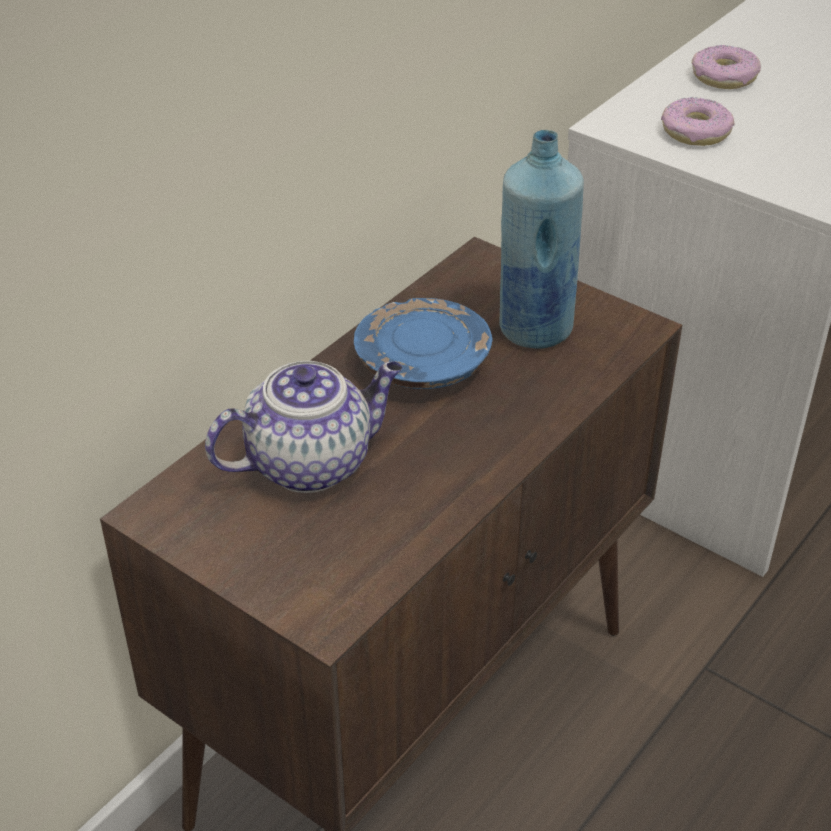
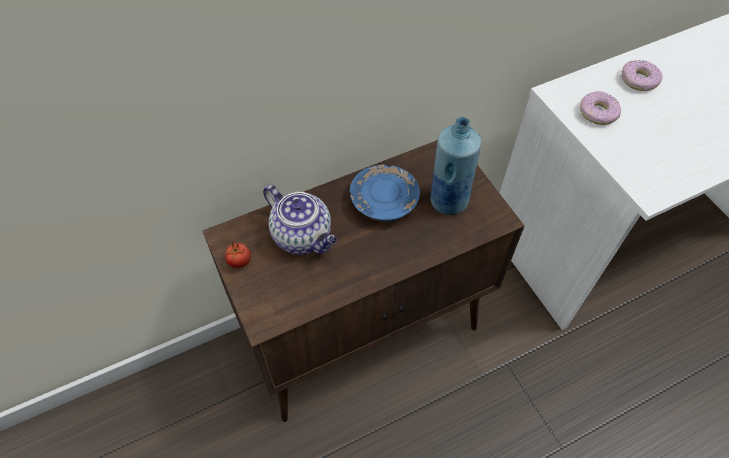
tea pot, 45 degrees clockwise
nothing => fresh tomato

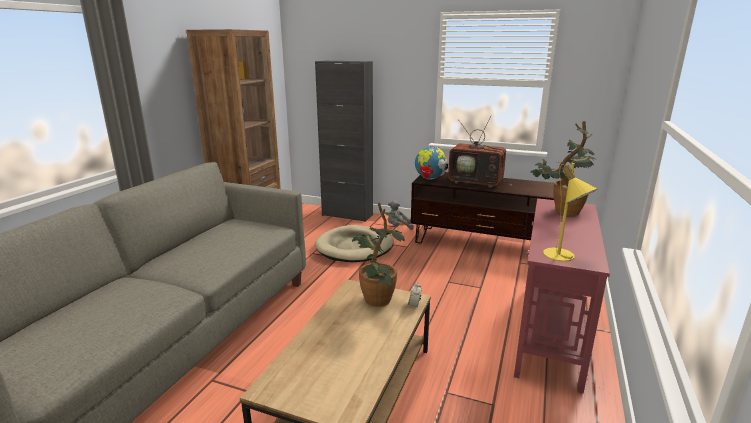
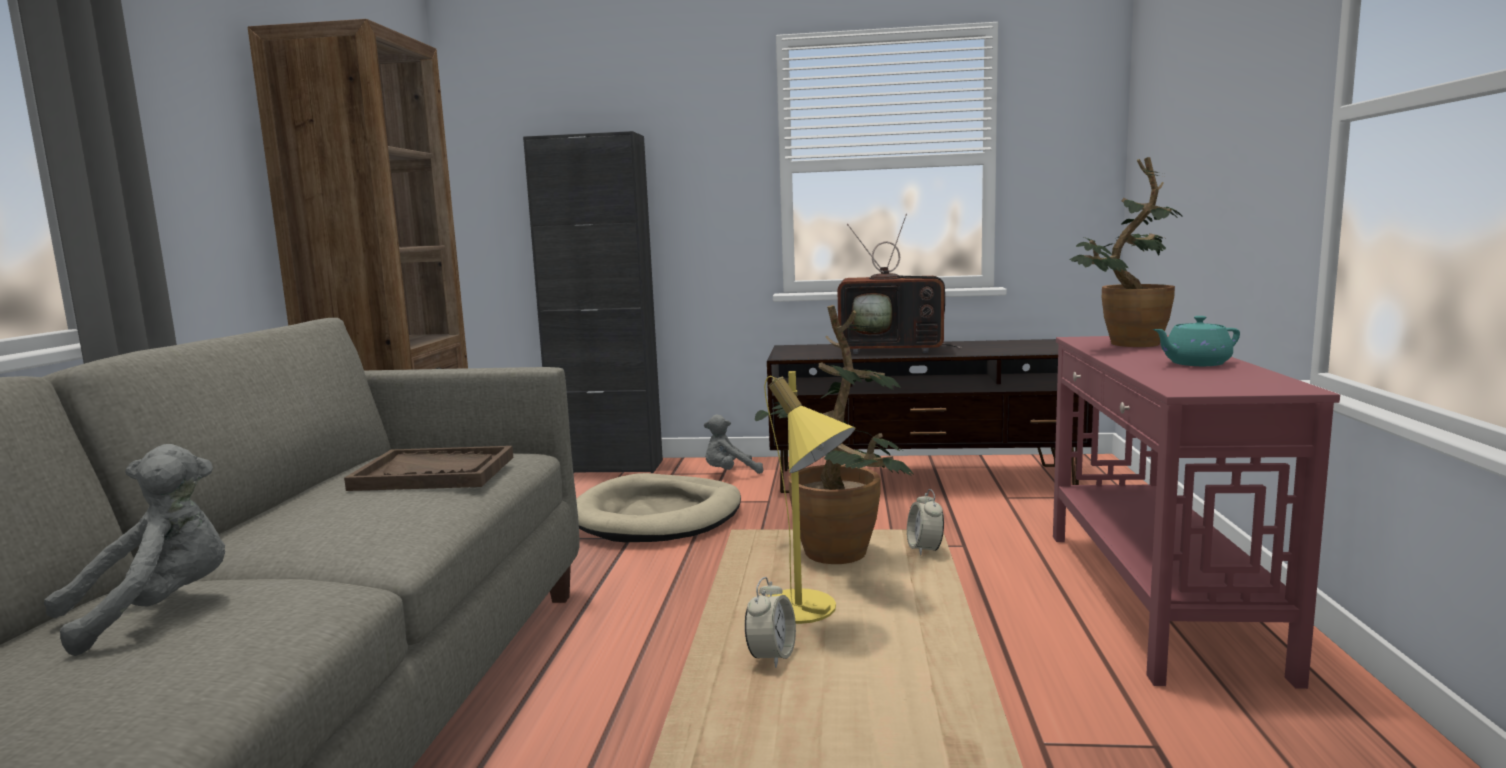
globe => nothing
yellow table lamp, moved
nothing => gray cuddly toy (1st from left)
nothing => brown-coloured tray
nothing => alarm clock (1st from left)
nothing => blue-green tea pot

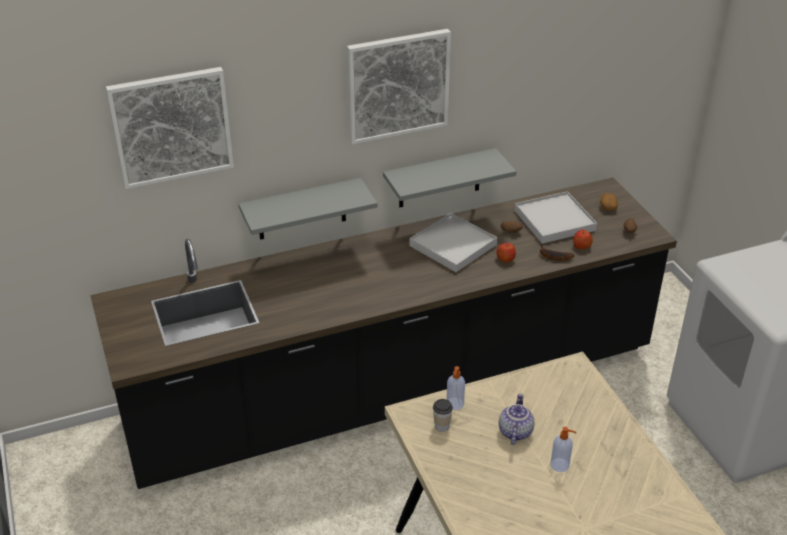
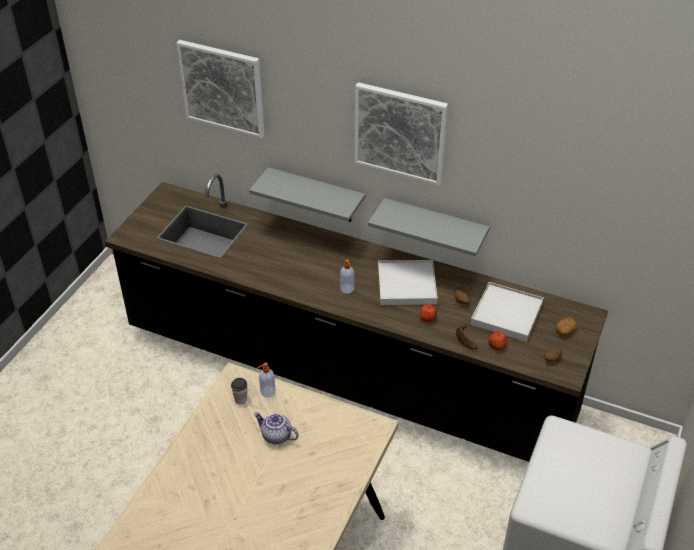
tea pot, 120 degrees counterclockwise
soap bottle (2nd from left), moved

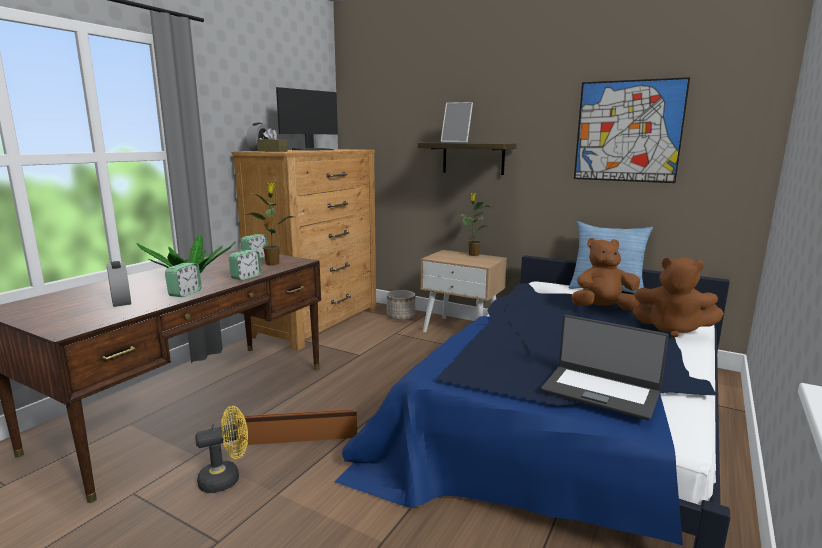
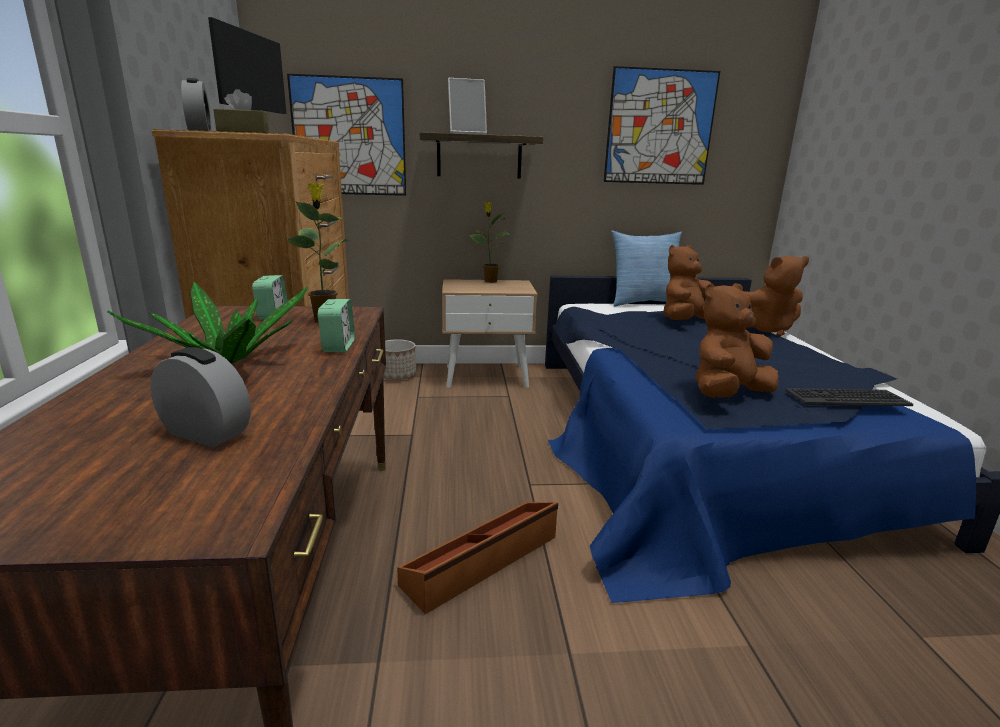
alarm clock (2nd from left) => nothing
yellow cooling fan => nothing
laptop => keyboard
nothing => wall picture (1st from left)
nothing => brown-coloured cuddly toy (2nd from left)

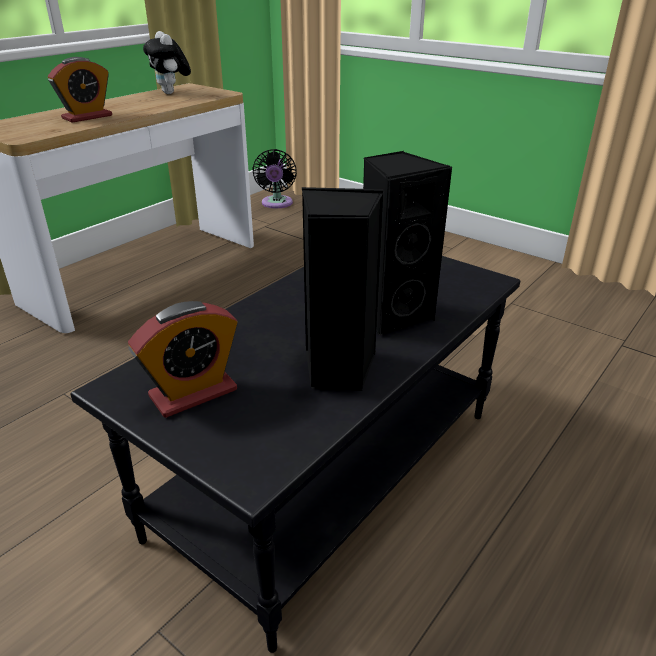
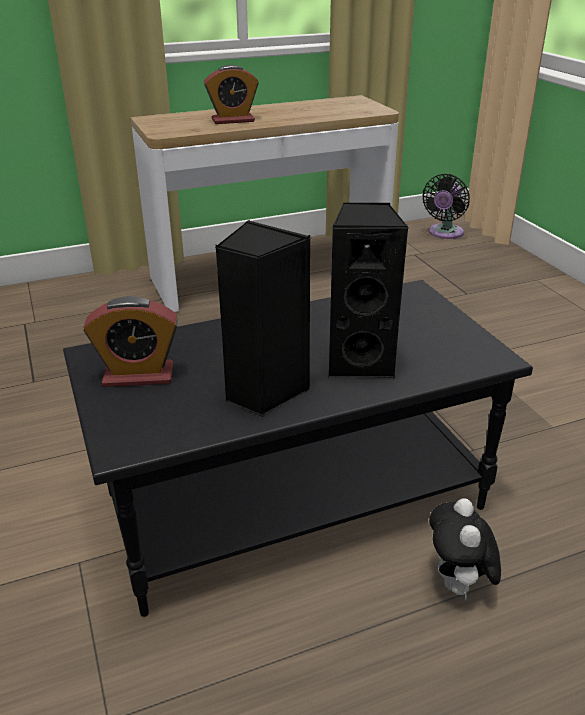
cuddly toy, moved

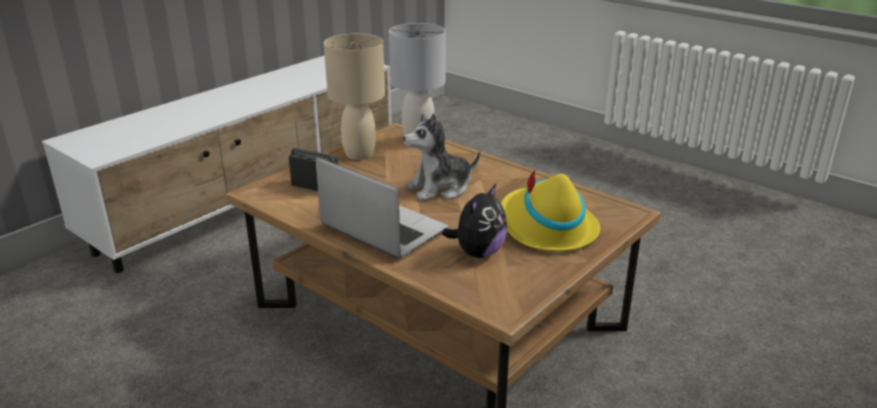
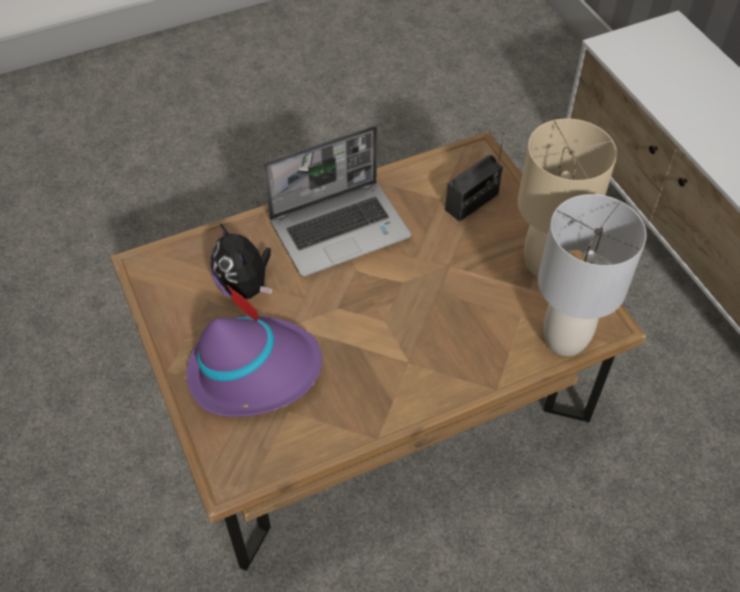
cuddly toy (1st from left) => nothing
yellow hat => purple hat

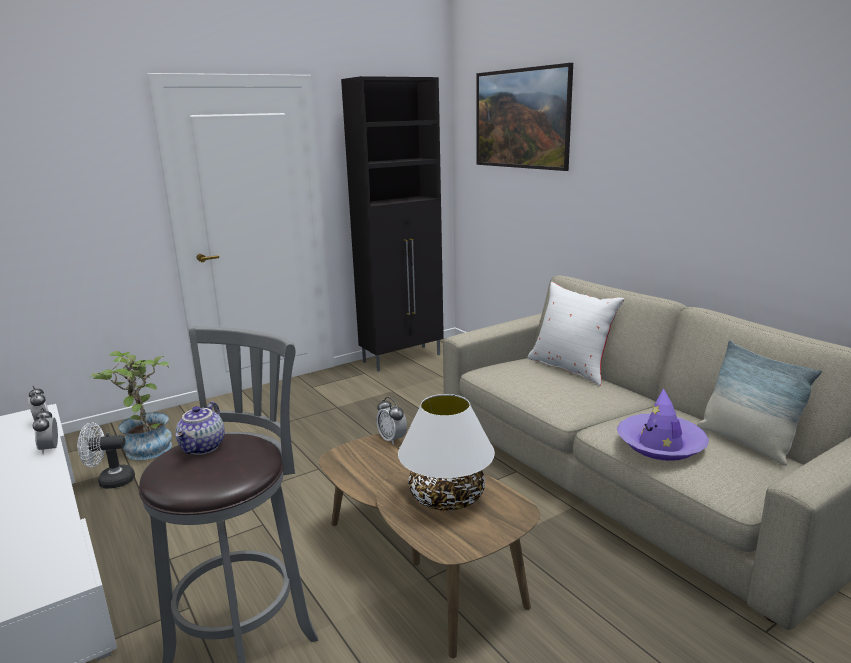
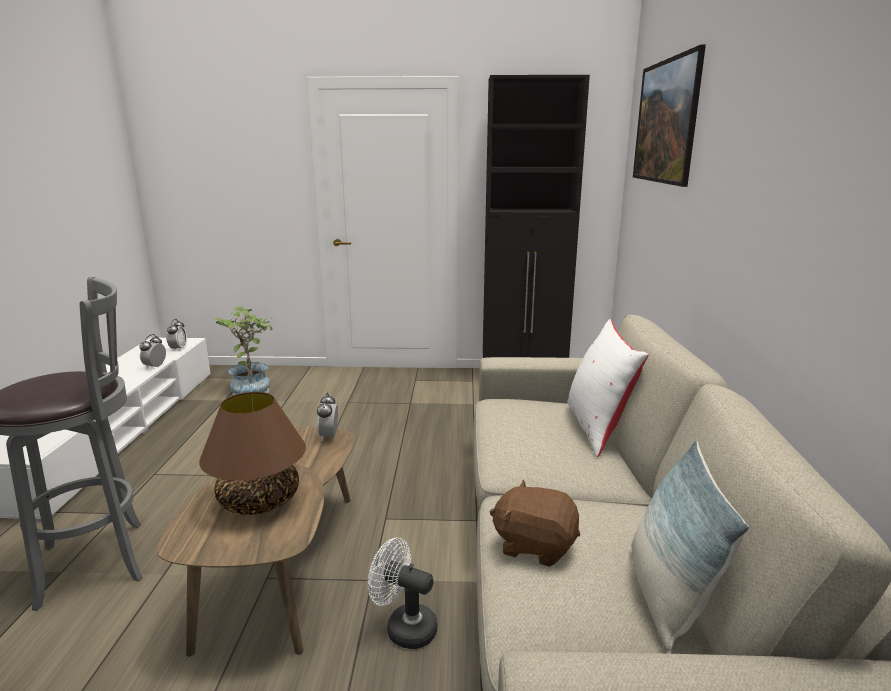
white cooling fan, moved
tea pot => nothing
white table lamp => brown-coloured table lamp
purple hat => brown-coloured cuddly toy

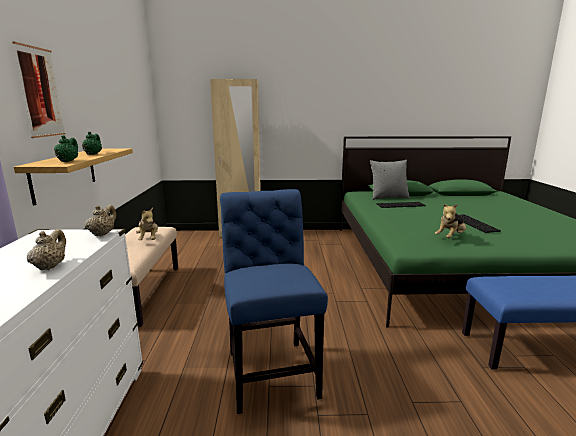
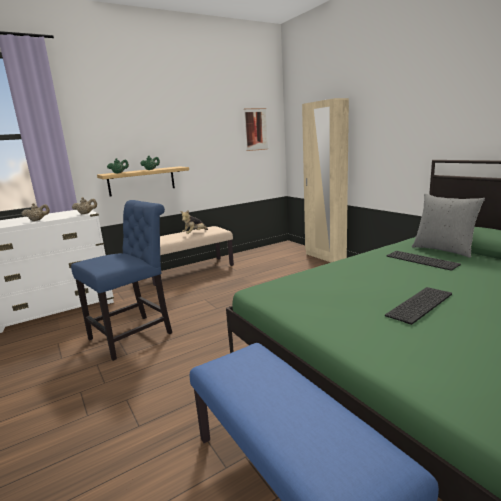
wall picture, moved
cuddly toy (2nd from left) => nothing

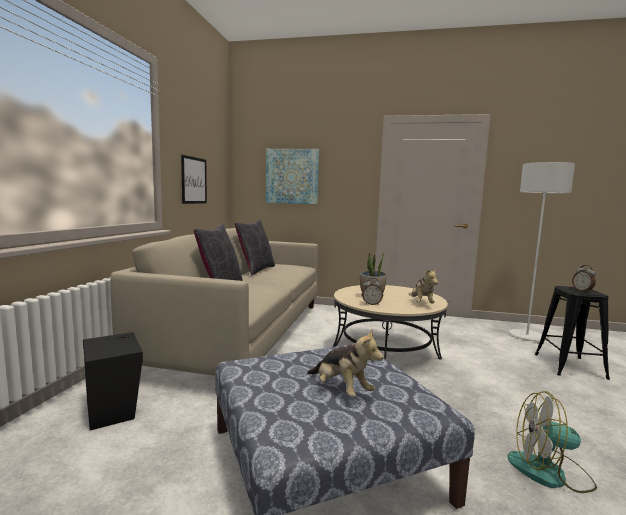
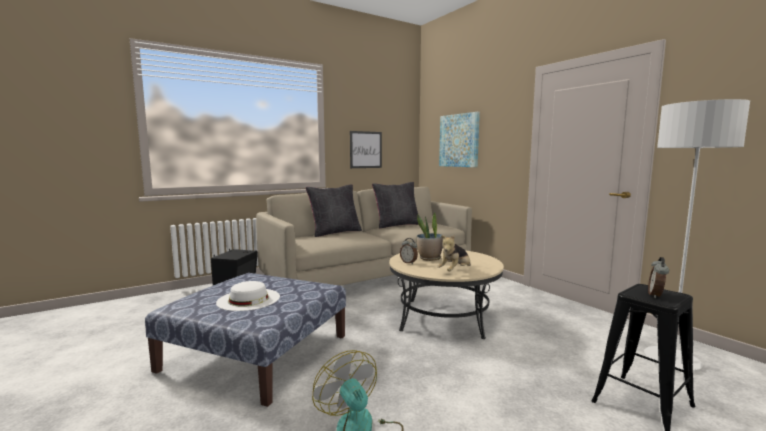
cuddly toy (1st from left) => white hat

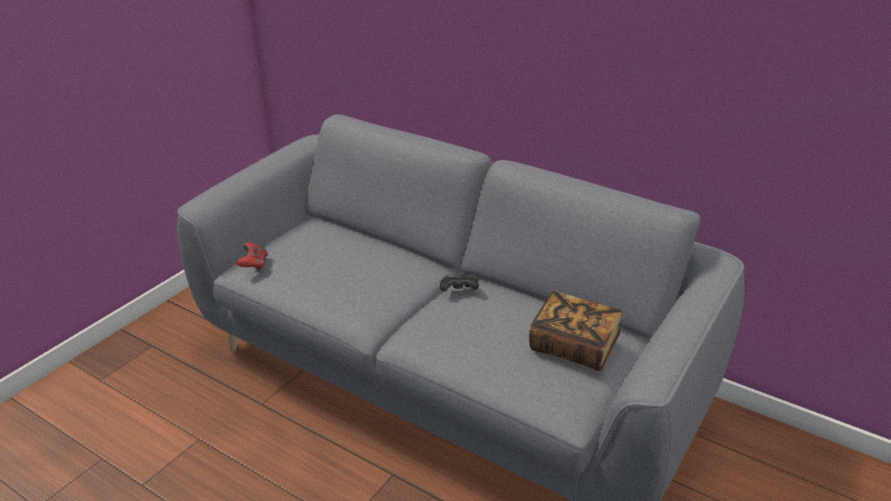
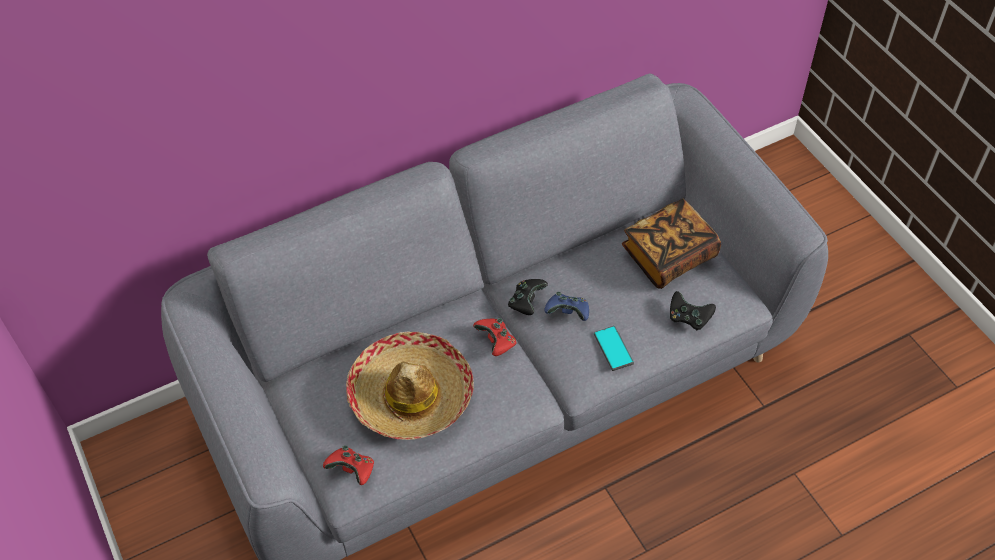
nothing => hat
nothing => red joypad (2nd from left)
nothing => blue-coloured joypad
nothing => handset
nothing => blackish joypad (2nd from left)

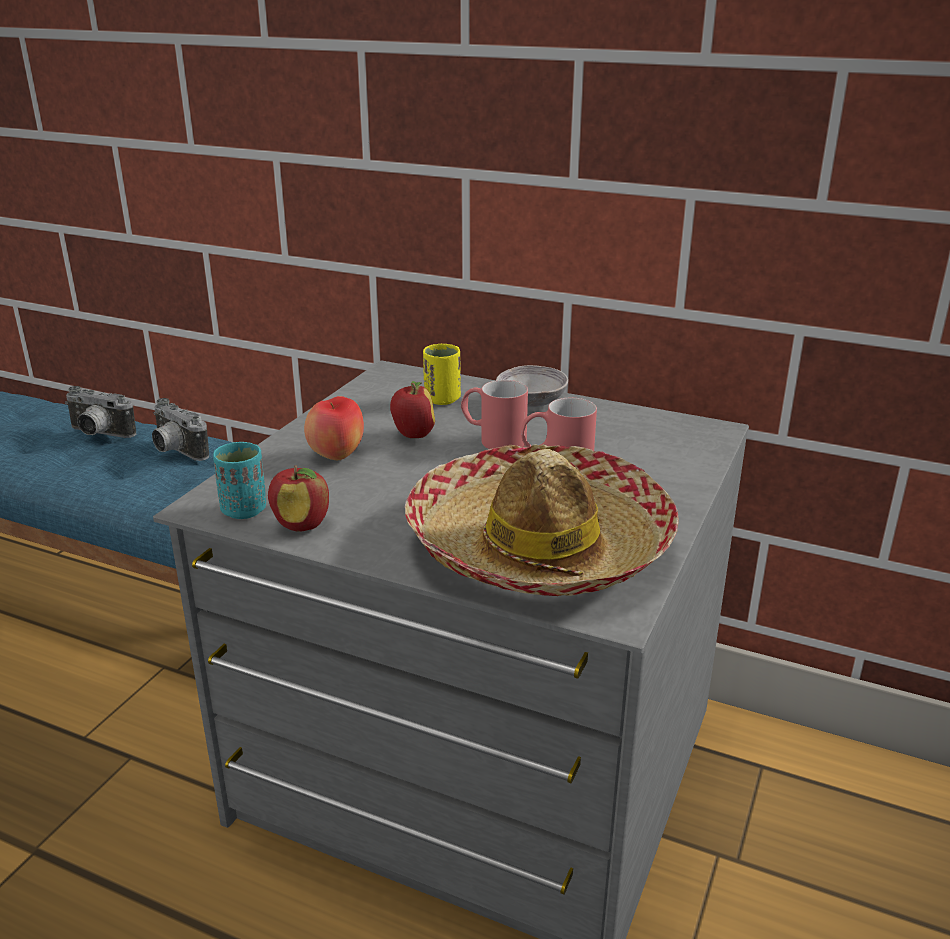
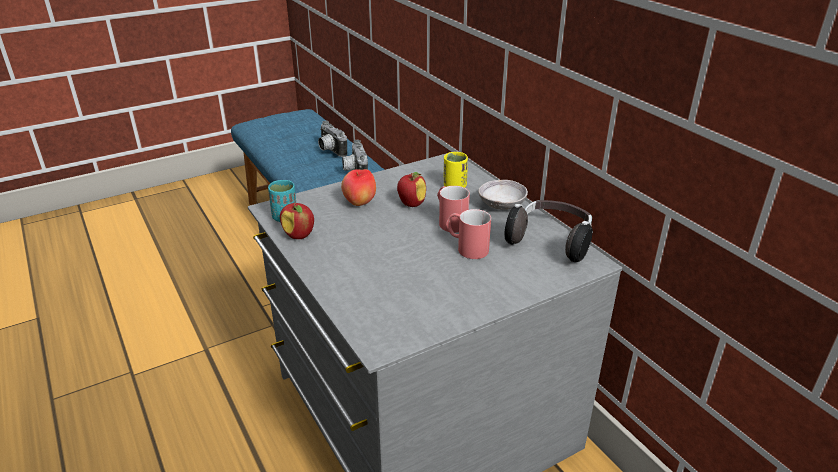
hat => nothing
nothing => headphones

